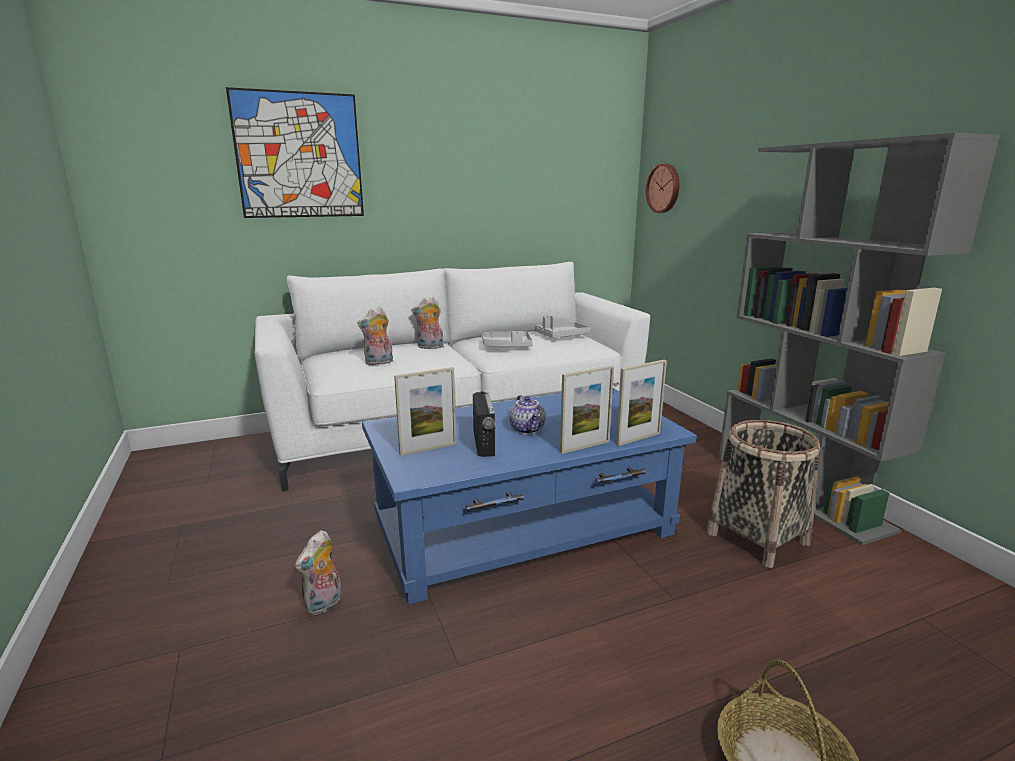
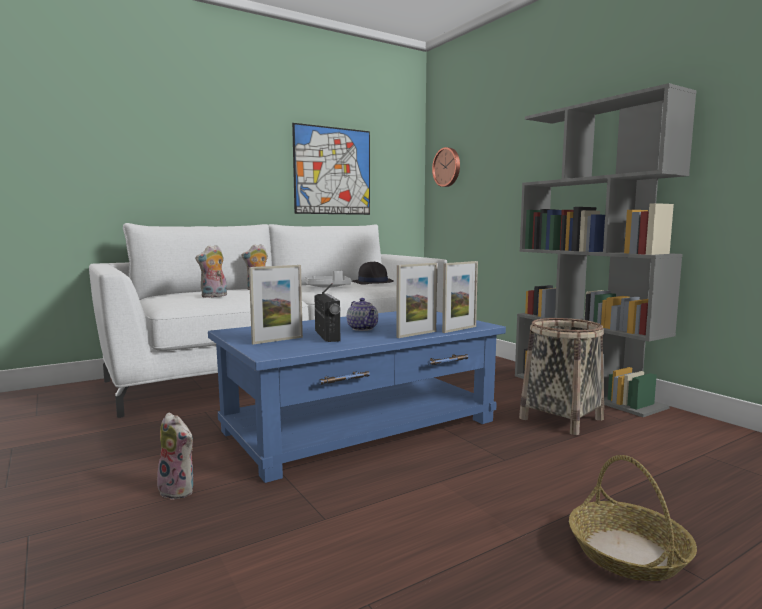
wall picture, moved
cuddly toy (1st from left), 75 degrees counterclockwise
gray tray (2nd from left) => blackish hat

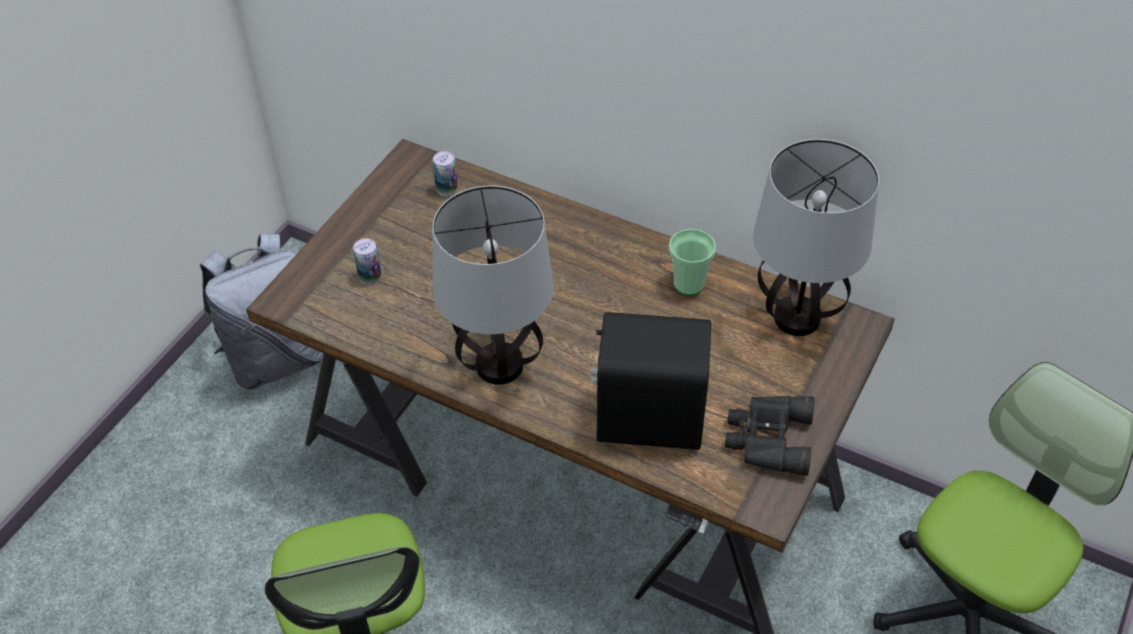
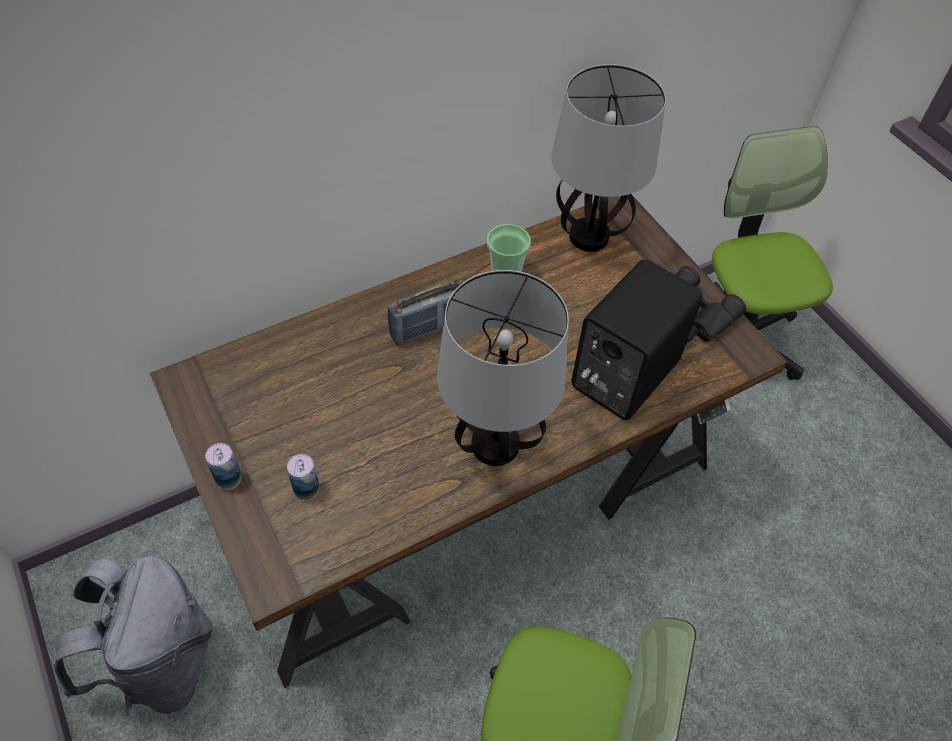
metal can (2nd from left in the first image) => metal can (1st from left), moved
nothing => radio

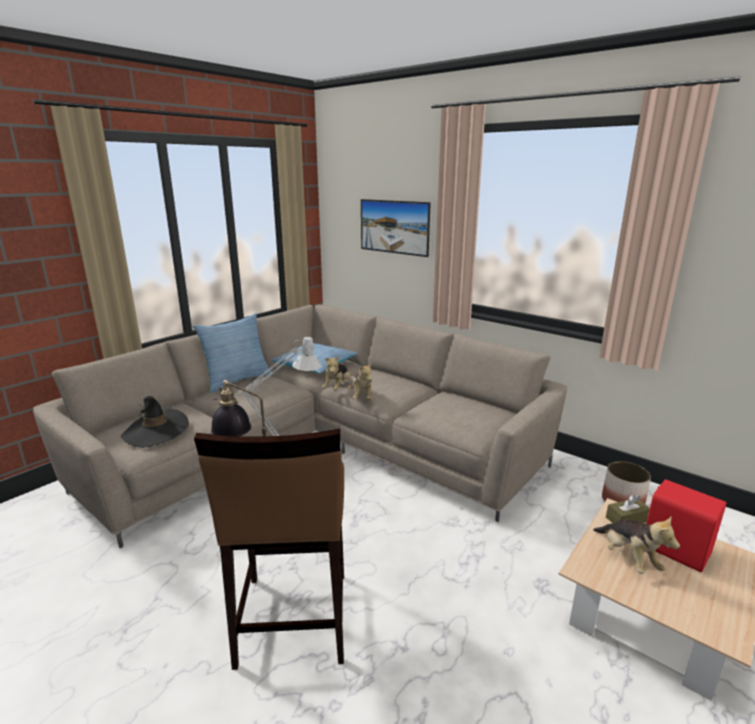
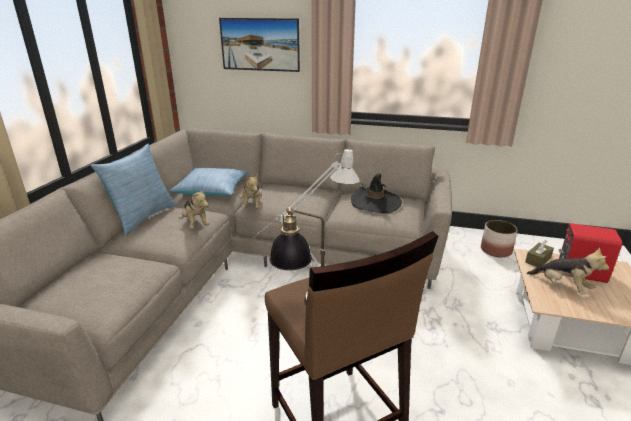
blackish hat, moved
cuddly toy (2nd from left in the first image) => cuddly toy (1st from left), moved

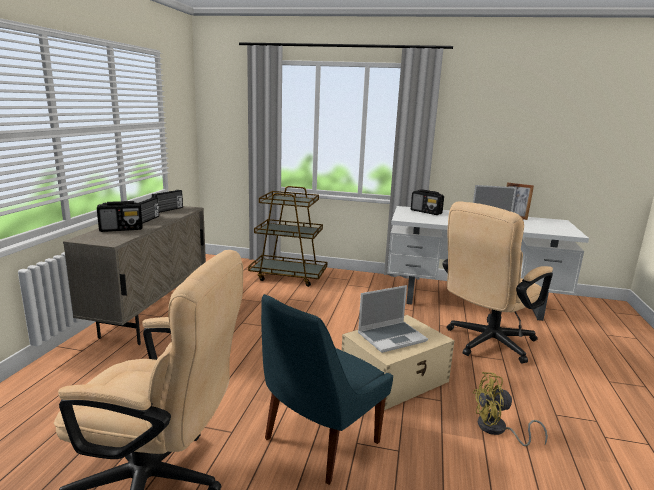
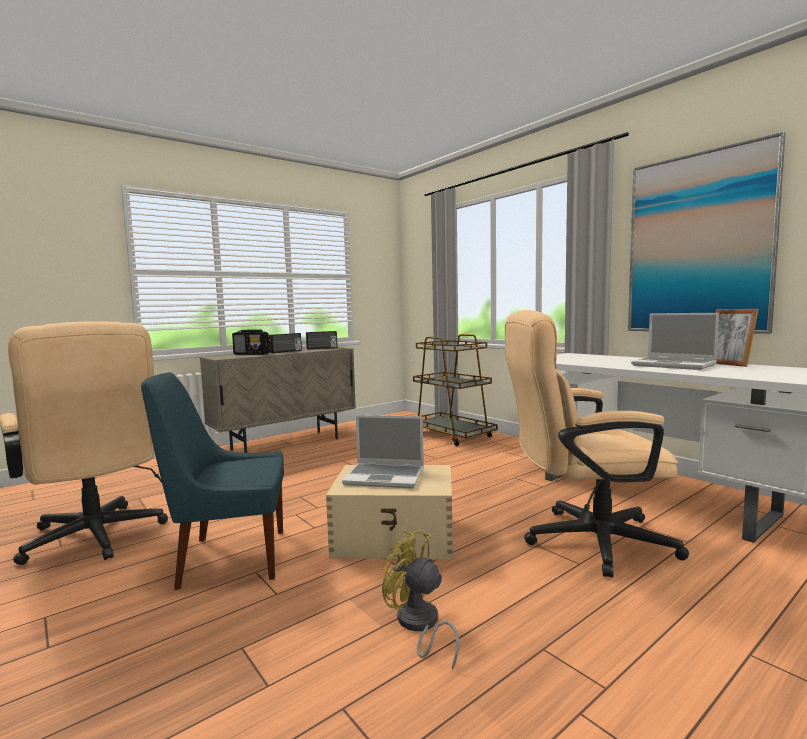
radio (4th from left) => nothing
nothing => wall picture

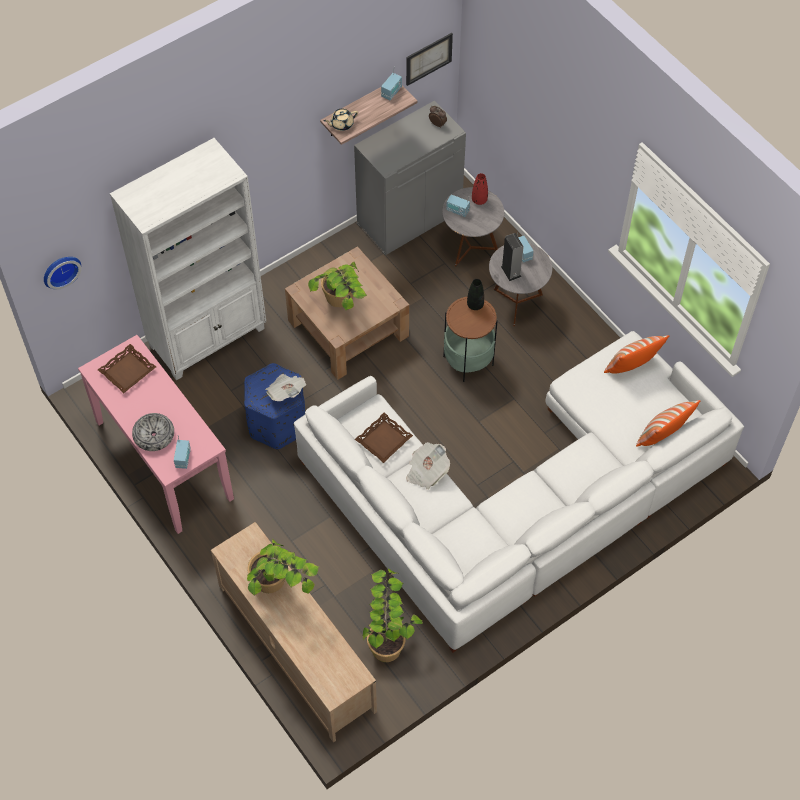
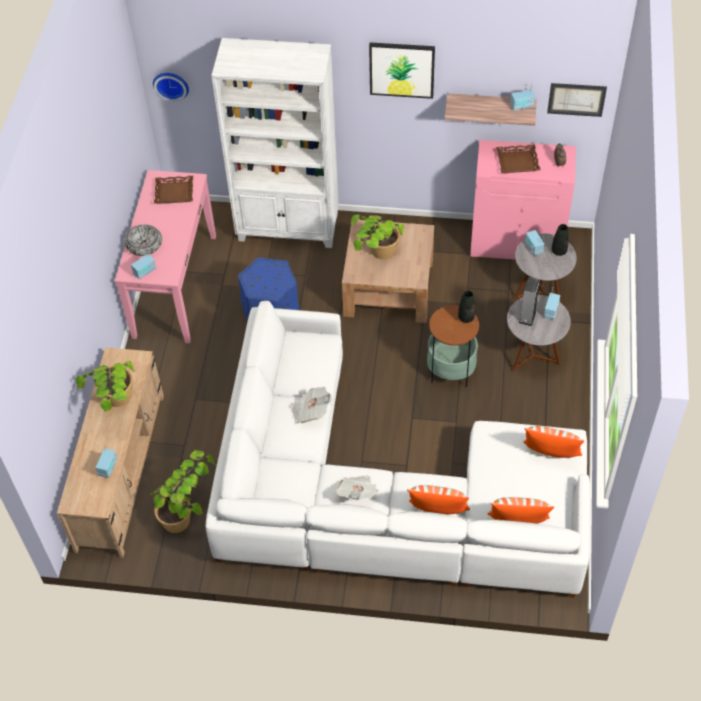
printed paper (1st from left in the first image) => printed paper (2nd from left), moved
beige-coloured tea pot => nothing
gray storage cabinet => pink storage cabinet
brown-coloured tray (2nd from left), moved
red vase => blackish vase (2nd from left)
nothing => radio (1st from left)
nothing => wall picture (1st from left)
nothing => cushion (1st from left)

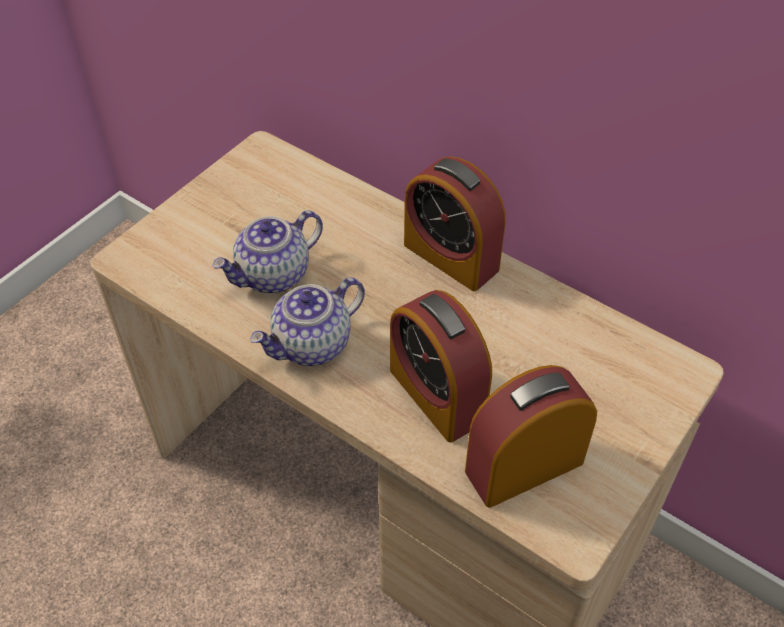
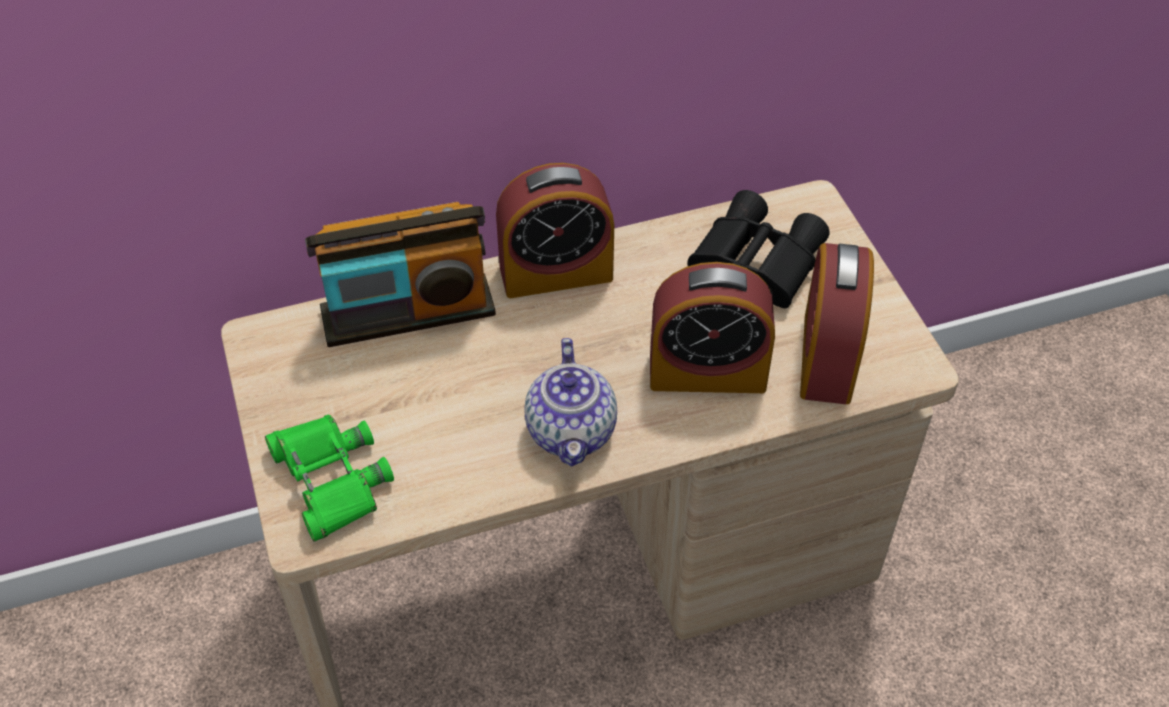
tea pot (1st from left) => nothing
nothing => greenish field glasses
nothing => radio
nothing => blackish field glasses

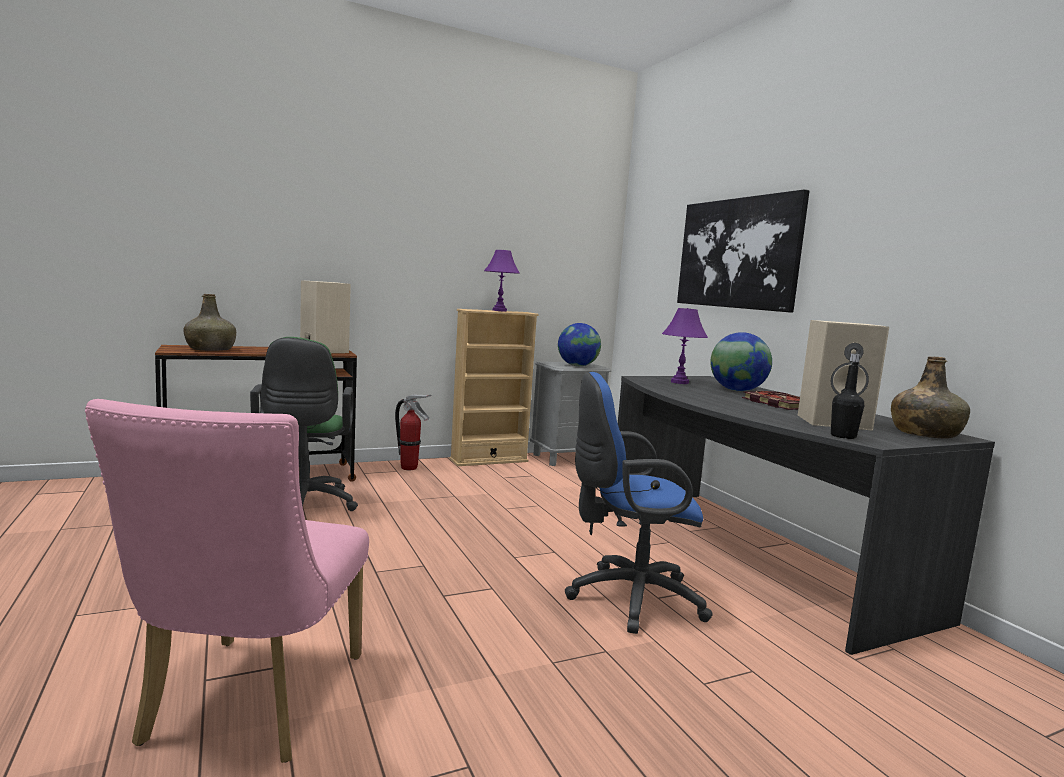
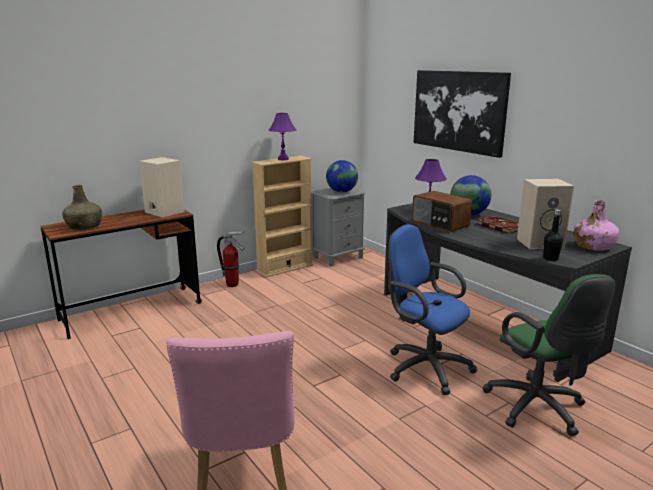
greenish desk chair, moved
blue-coloured desk chair, 60 degrees clockwise
greenish drink bottle (2nd from left) => pink drink bottle
nothing => radio

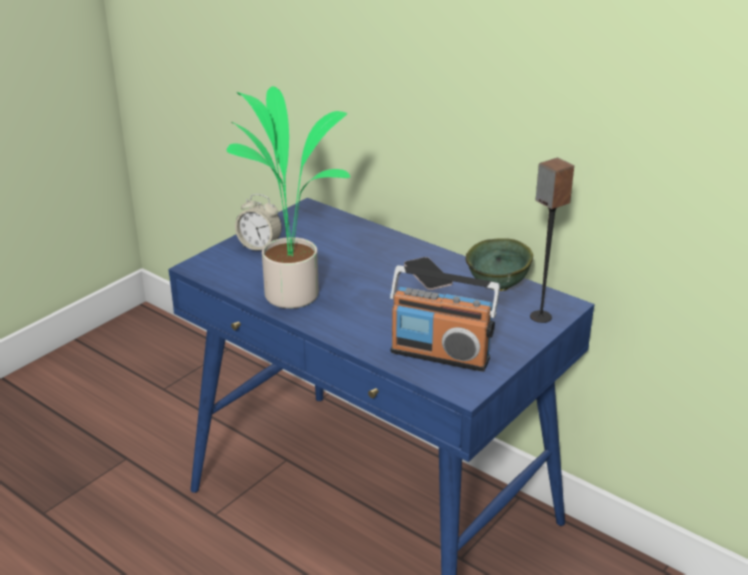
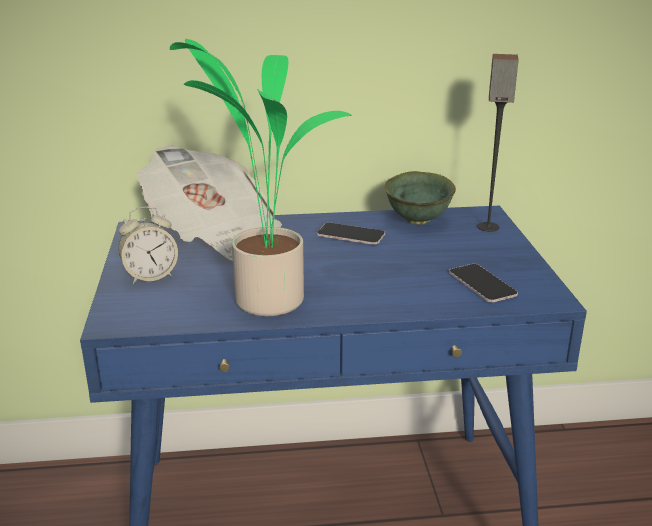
radio => handset (2nd from left)
nothing => printed paper

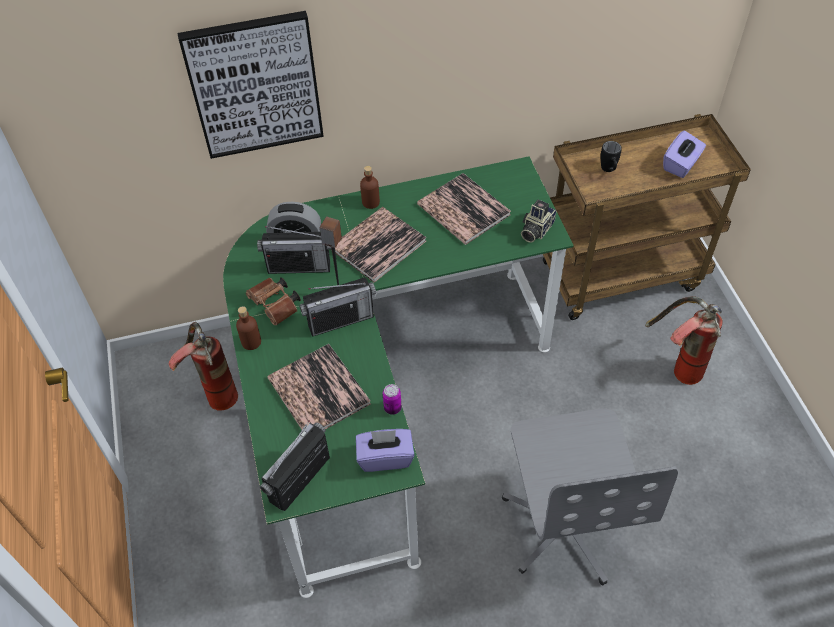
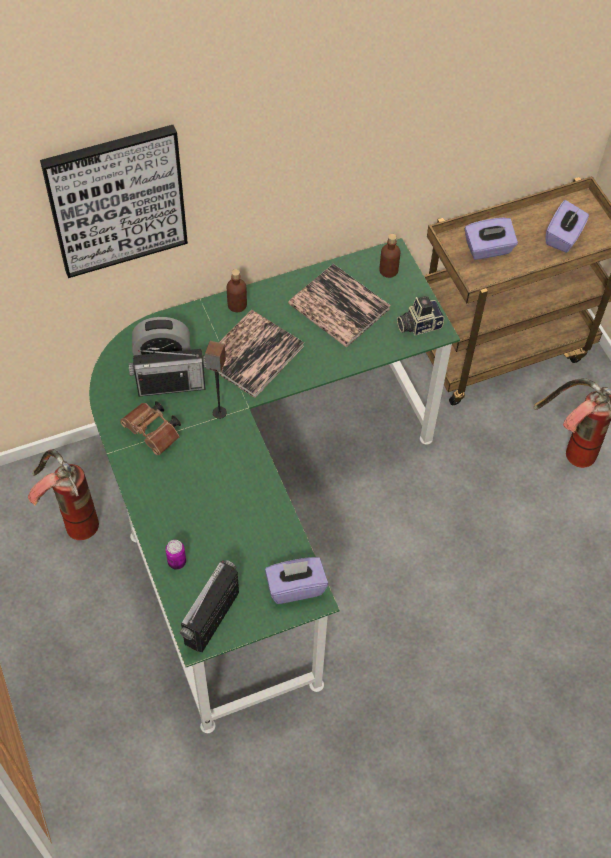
brown-coloured drink bottle (1st from left in the first image) => brown-coloured drink bottle (2nd from left), moved
volume (1st from left) => nothing
radio (3rd from left) => nothing
metal can, moved
gray desk chair => nothing
photo camera, 45 degrees clockwise
blackish tea mug => purple tissue box (2nd from left)

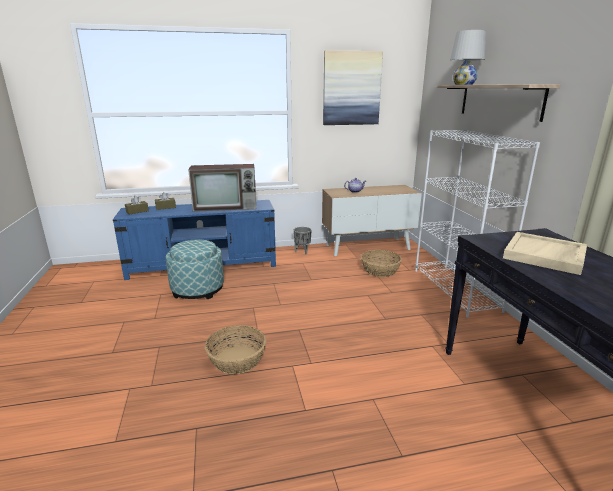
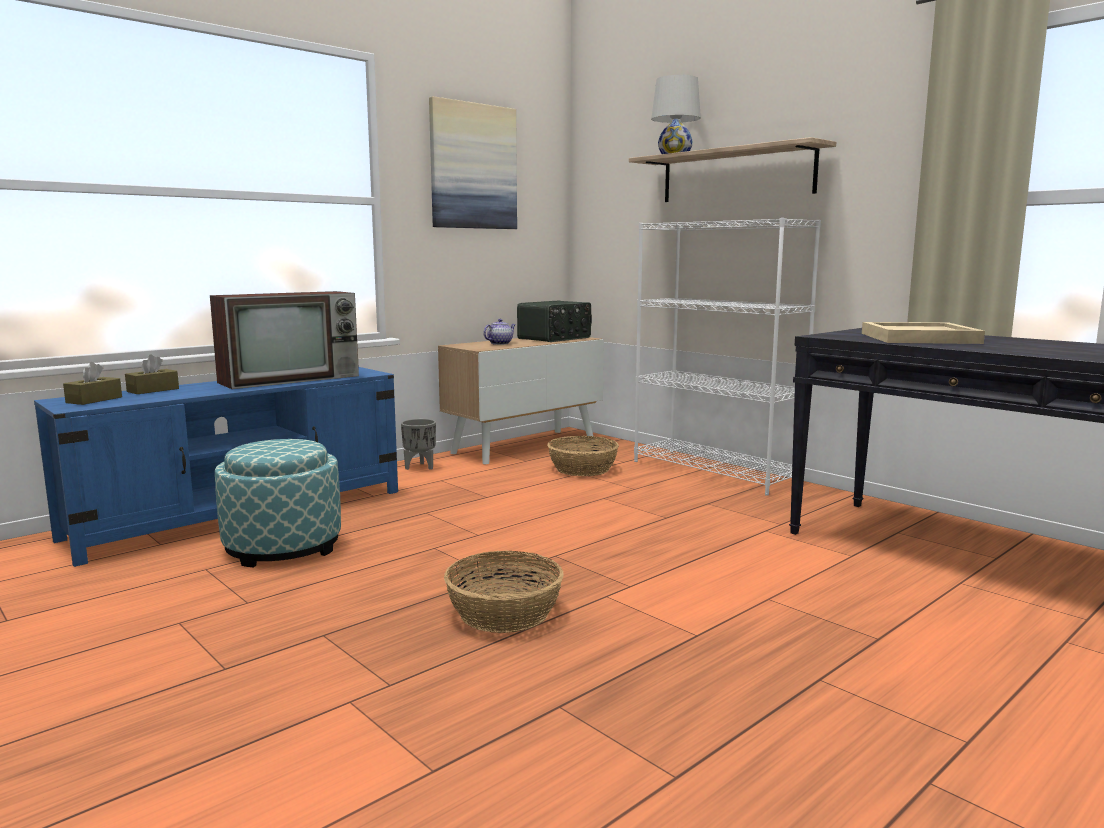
nothing => radio

